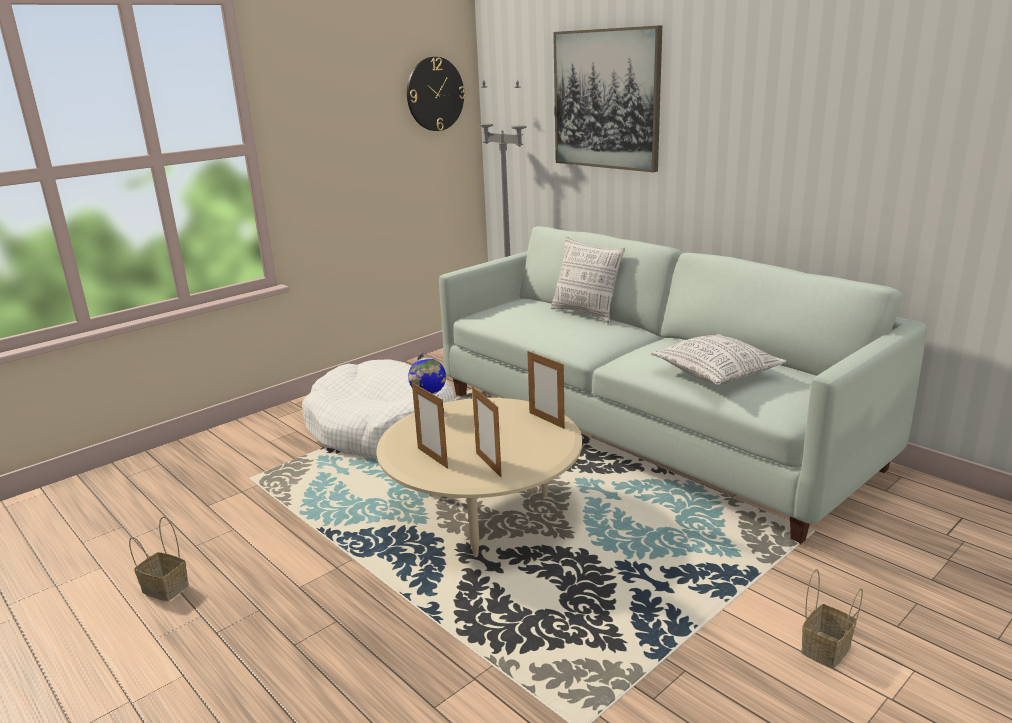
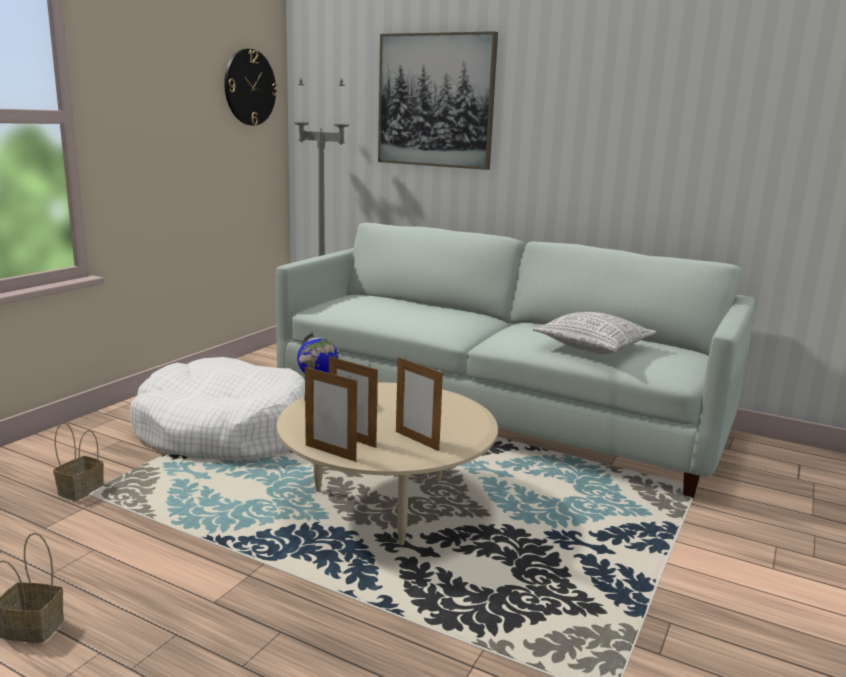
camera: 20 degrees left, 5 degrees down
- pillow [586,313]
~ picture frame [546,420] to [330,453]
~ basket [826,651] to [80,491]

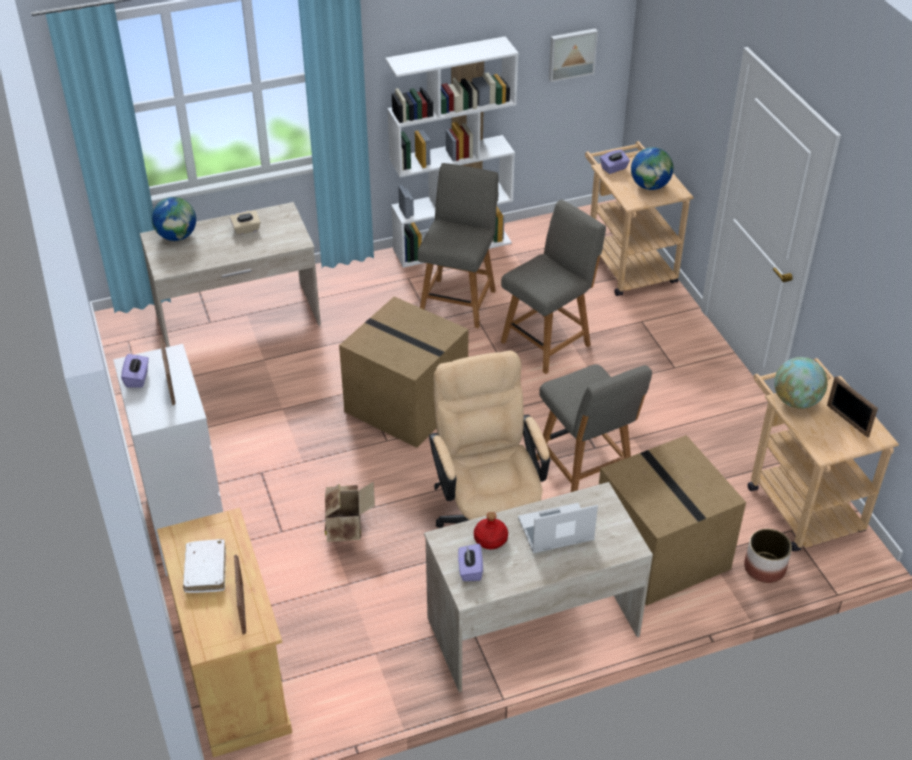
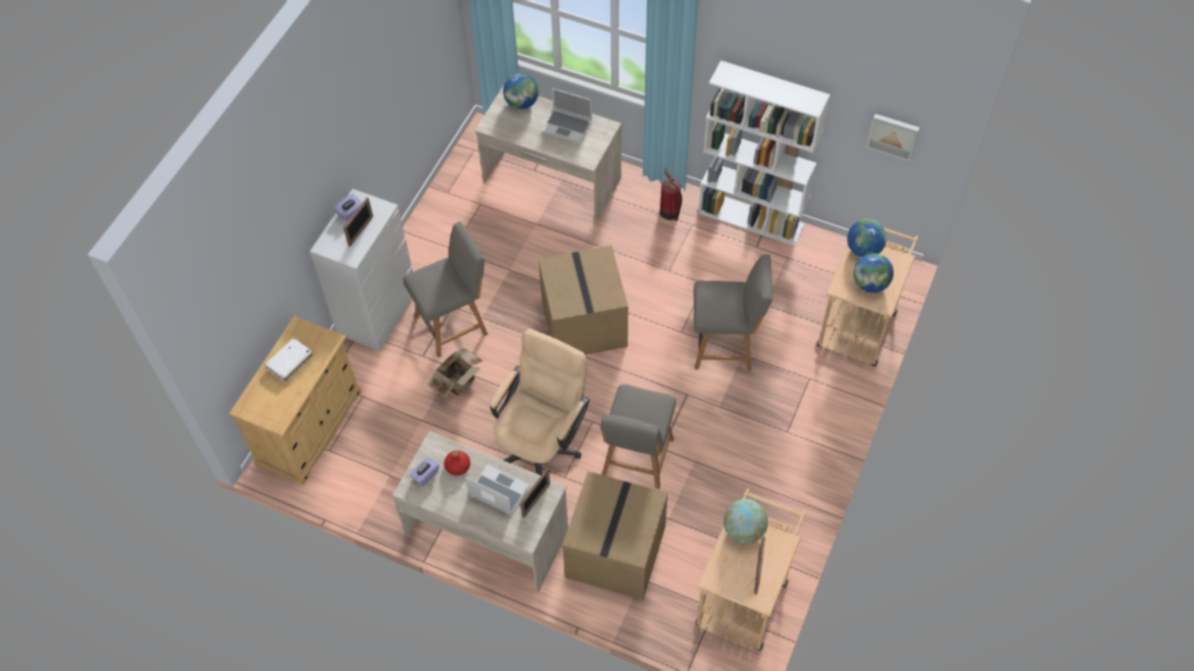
camera: 45 degrees right, 15 degrees up
- planter [764,568]
+ fire extinguisher [670,213]
~ picture frame [242,608] to [536,500]
~ grey chair [458,301] to [454,324]
~ beige tissue box [246,229] to laptop [568,127]
~ purple tissue box [614,168] to globe [863,249]

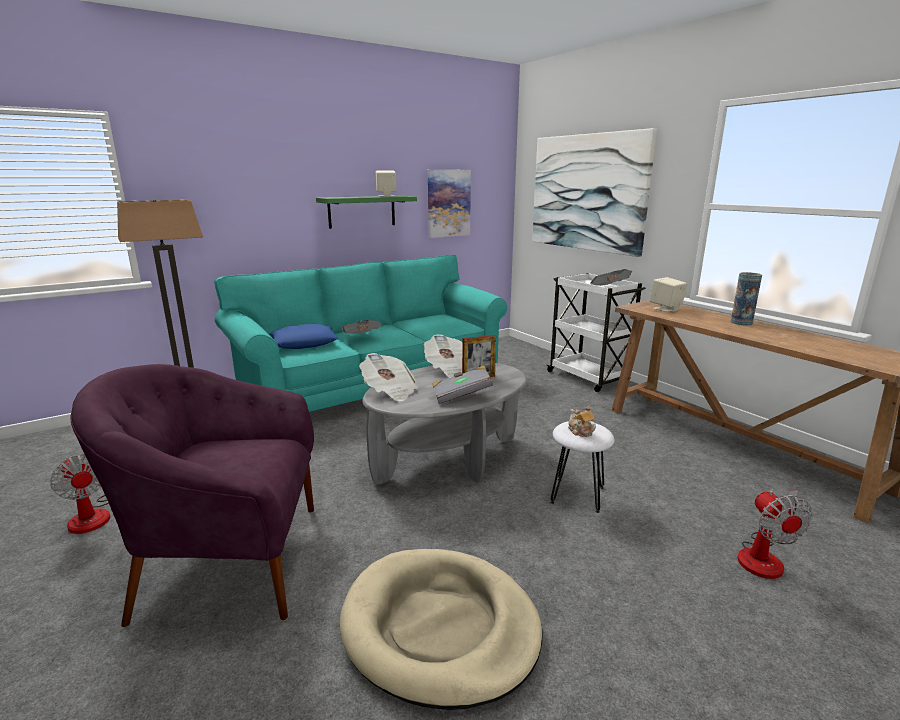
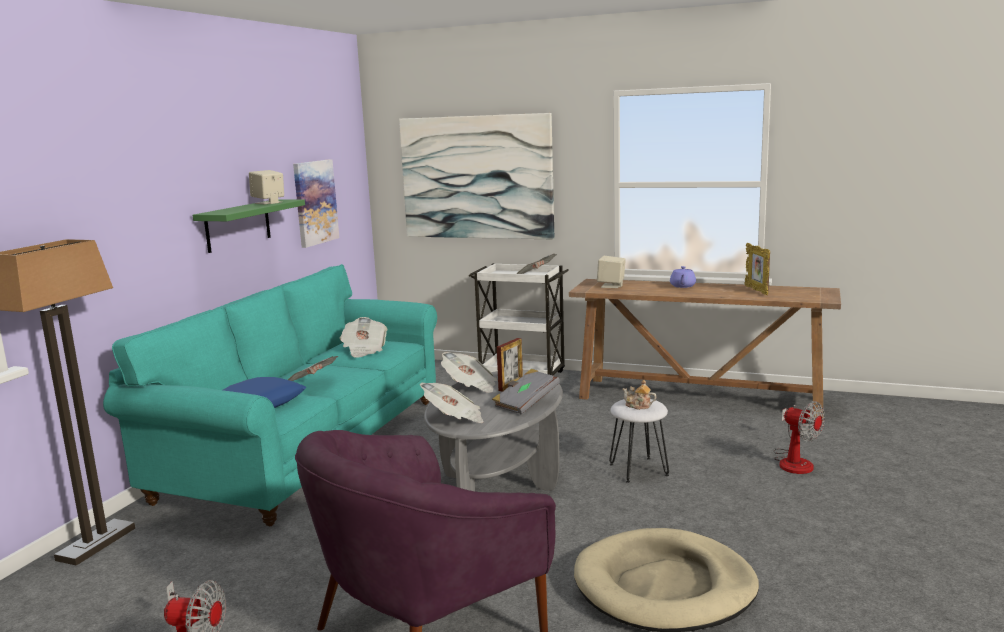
camera: 35 degrees left, 5 degrees down
+ newspaper [364,350]
+ picture frame [756,290]
~ vase [741,322] to purple teapot [682,286]

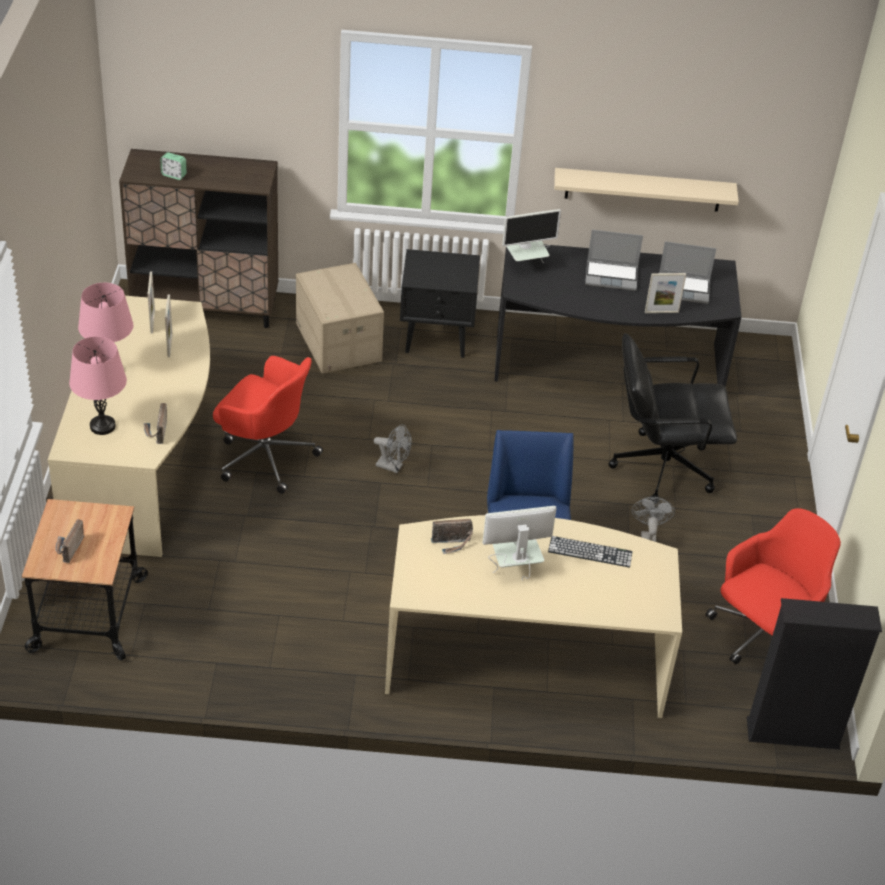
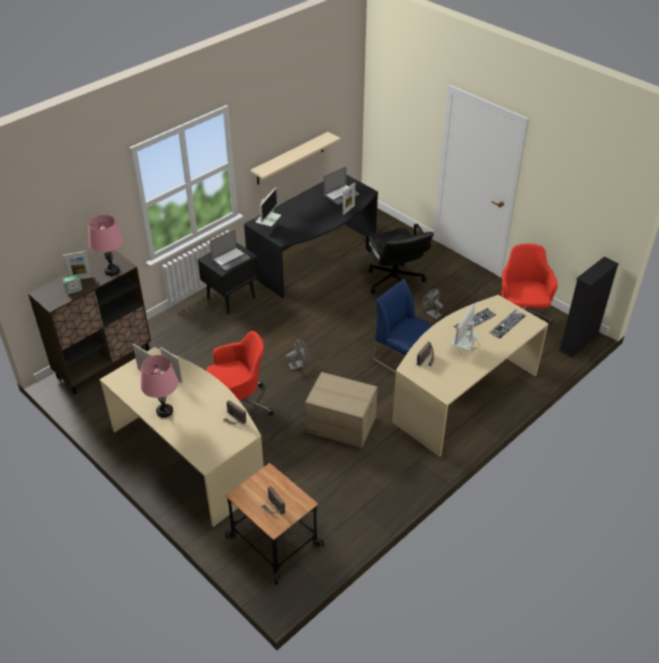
camera: 45 degrees left, 0 degrees up
+ picture frame [81,278]
+ keyboard [507,324]
~ pink table lamp [102,426] to [112,270]
~ cardboard box [337,342] to [340,425]
~ laptop [612,276] to [231,259]
~ black office chair [661,467] = [394,283] 60 degrees counterclockwise

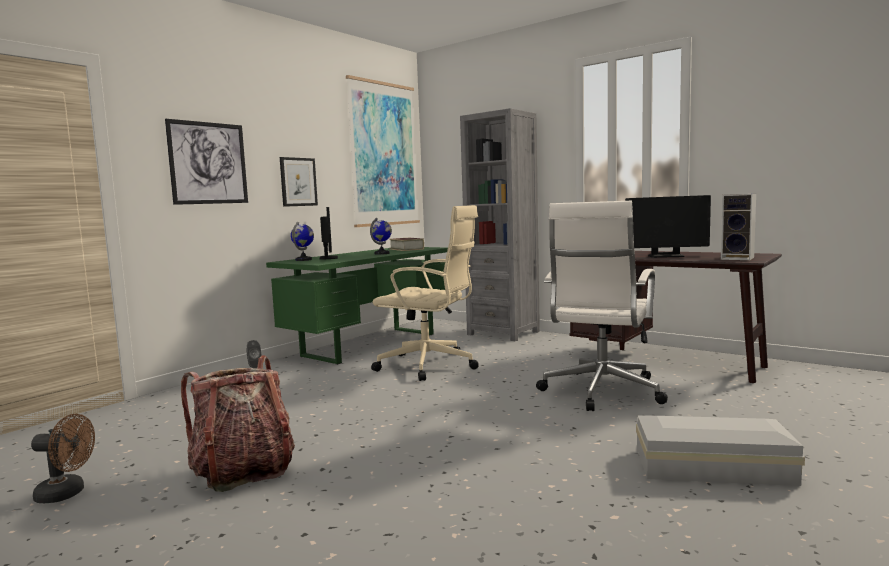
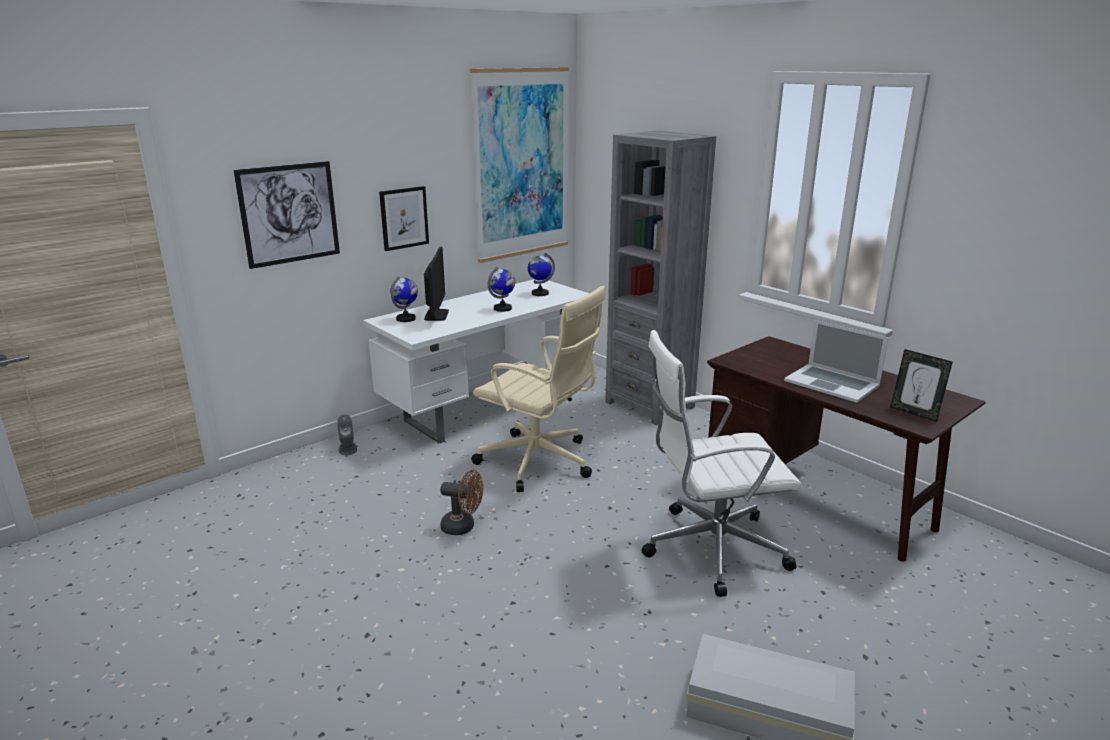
camera: 10 degrees right, 15 degrees up
- backpack [243,471]
~ brown fan [67,494] to [463,527]
~ book [406,249] to globe [539,293]
~ monitor [666,256] to laptop [832,383]
~ speaker [739,258] to picture frame [914,413]
~ green desk [370,344] to white desk [488,407]
~ white office chair [600,392] = [710,548] 45 degrees clockwise

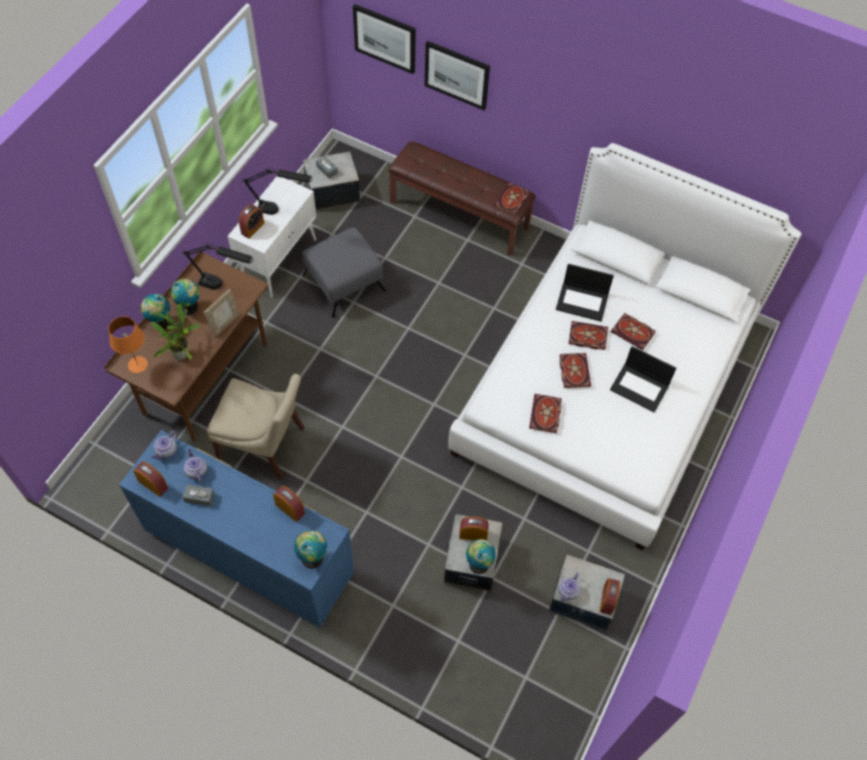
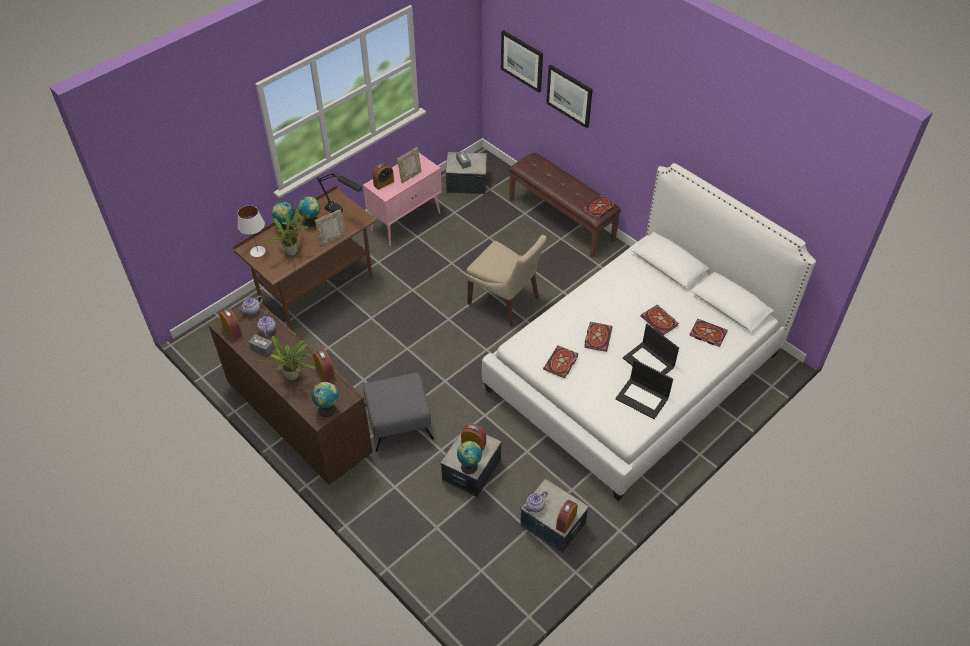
camera: 20 degrees right, 10 degrees down
+ potted plant [293,377]
~ beige chair [264,445] to [505,302]
~ grey ottoman [344,282] to [399,421]
~ laptop [582,302] to [643,398]
~ book [586,337] to [707,334]
~ black table lamp [281,211] to picture frame [410,176]
~ orange table lamp [137,364] to white table lamp [257,251]
~ blue dresser [249,553] to brown dresser [299,419]
~ white cabinet [279,260] to pink cabinet [406,222]

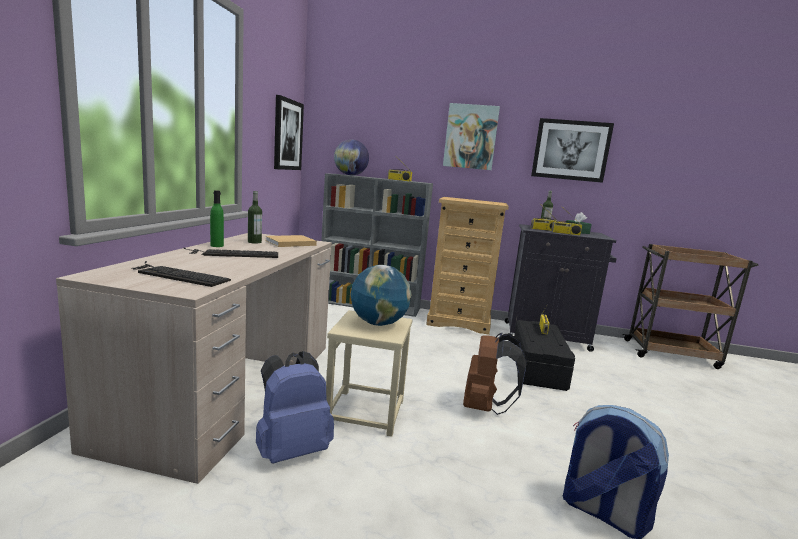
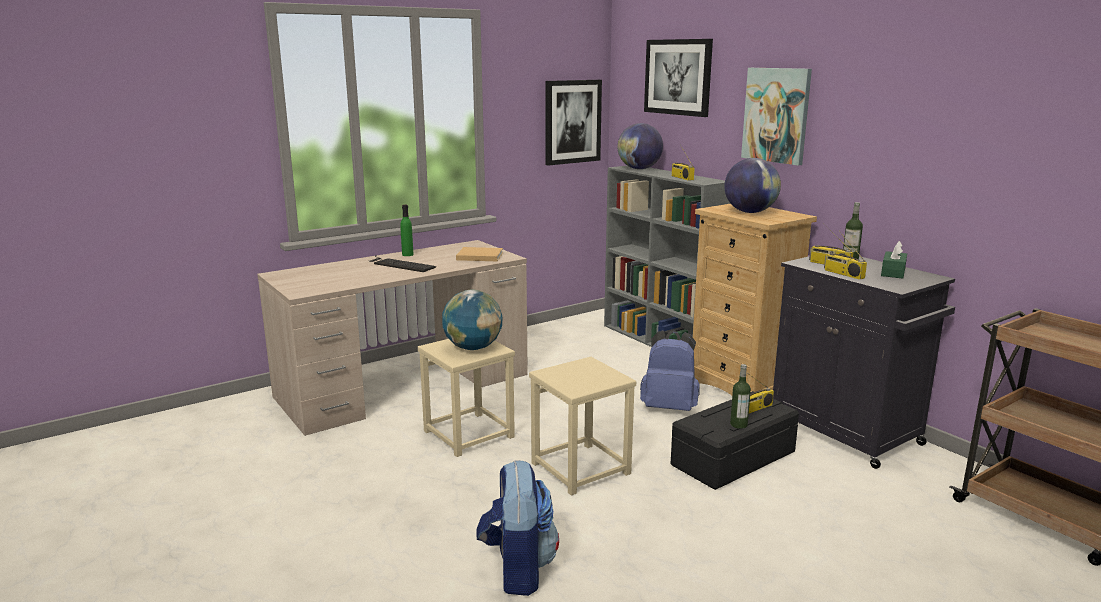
camera: 45 degrees right, 5 degrees up
- keyboard [176,275]
+ globe [750,212]
~ bottle [254,242] to [738,424]
~ blue backpack [291,450] to [669,407]
~ picture [570,150] to [678,77]
~ brown backpack [485,407] to beige stool [581,469]

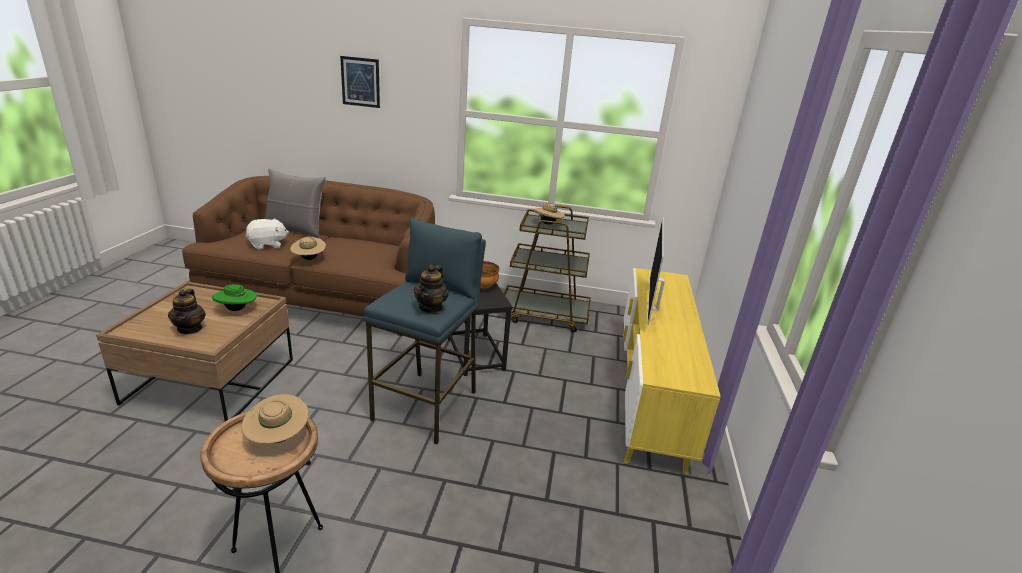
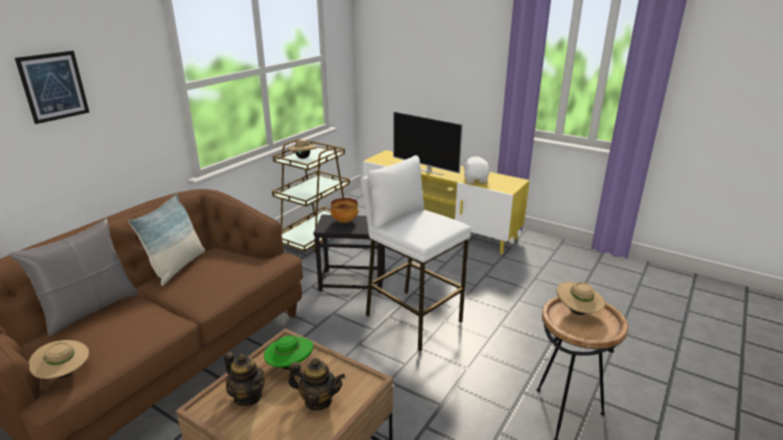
camera: 65 degrees left, 0 degrees up
+ pillow [177,267]
~ white plush toy [267,245] to [475,180]
~ beige hat [309,259] to [65,374]
~ teapot [431,308] to [248,396]
~ blue stool [427,405] to white stool [413,318]

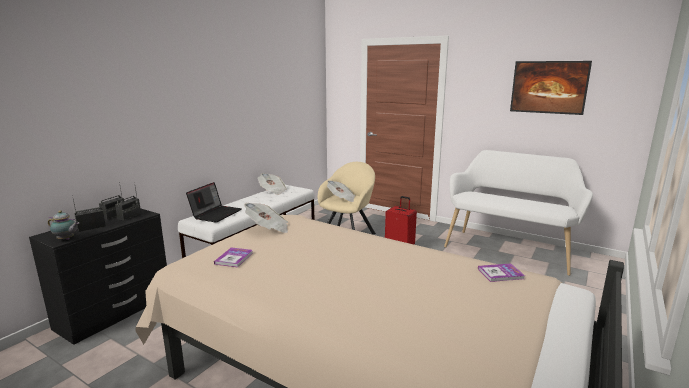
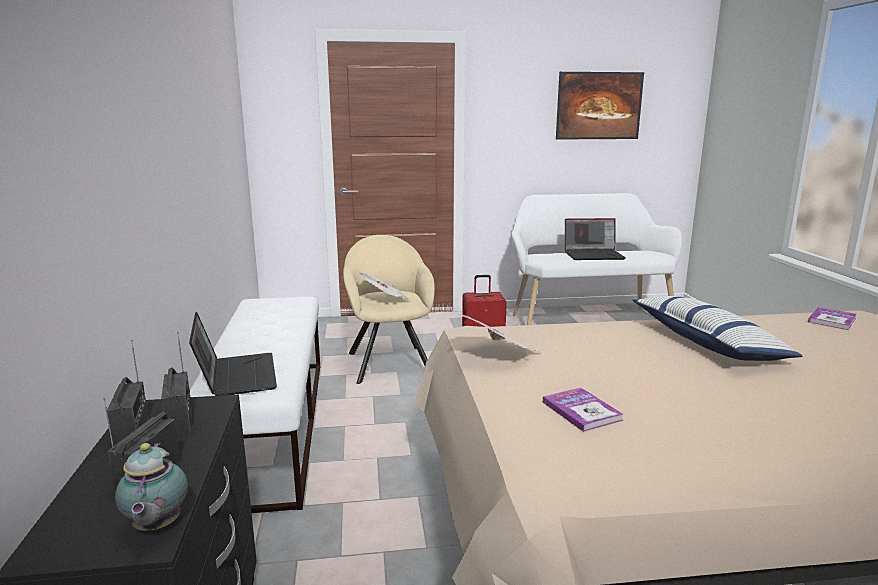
camera: 40 degrees left, 0 degrees up
- newspaper [272,191]
+ laptop [594,255]
+ pillow [707,343]
~ teapot [66,239] = [156,527] 105 degrees clockwise

